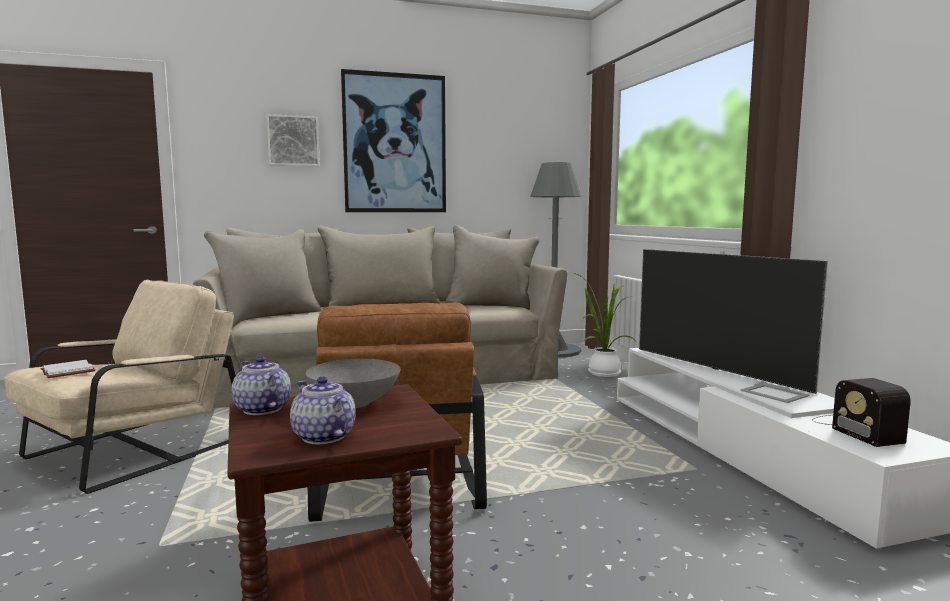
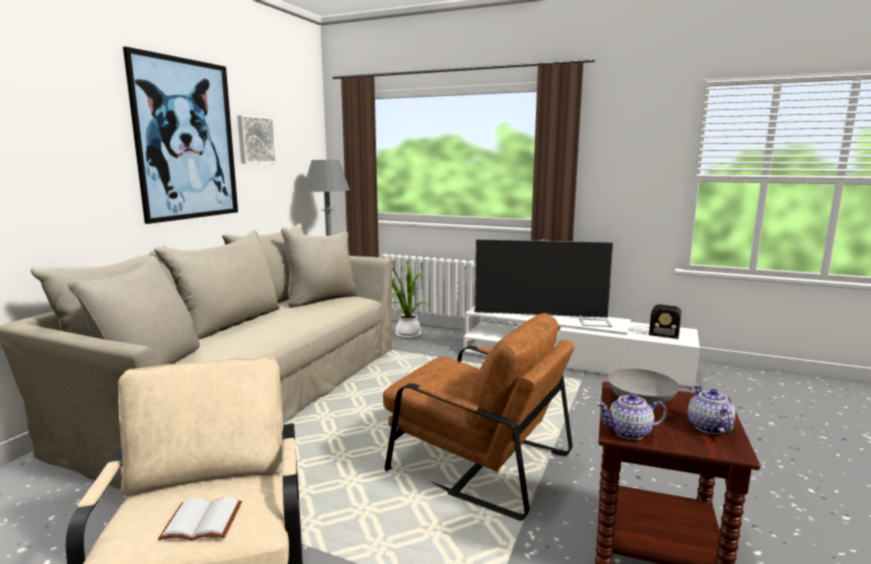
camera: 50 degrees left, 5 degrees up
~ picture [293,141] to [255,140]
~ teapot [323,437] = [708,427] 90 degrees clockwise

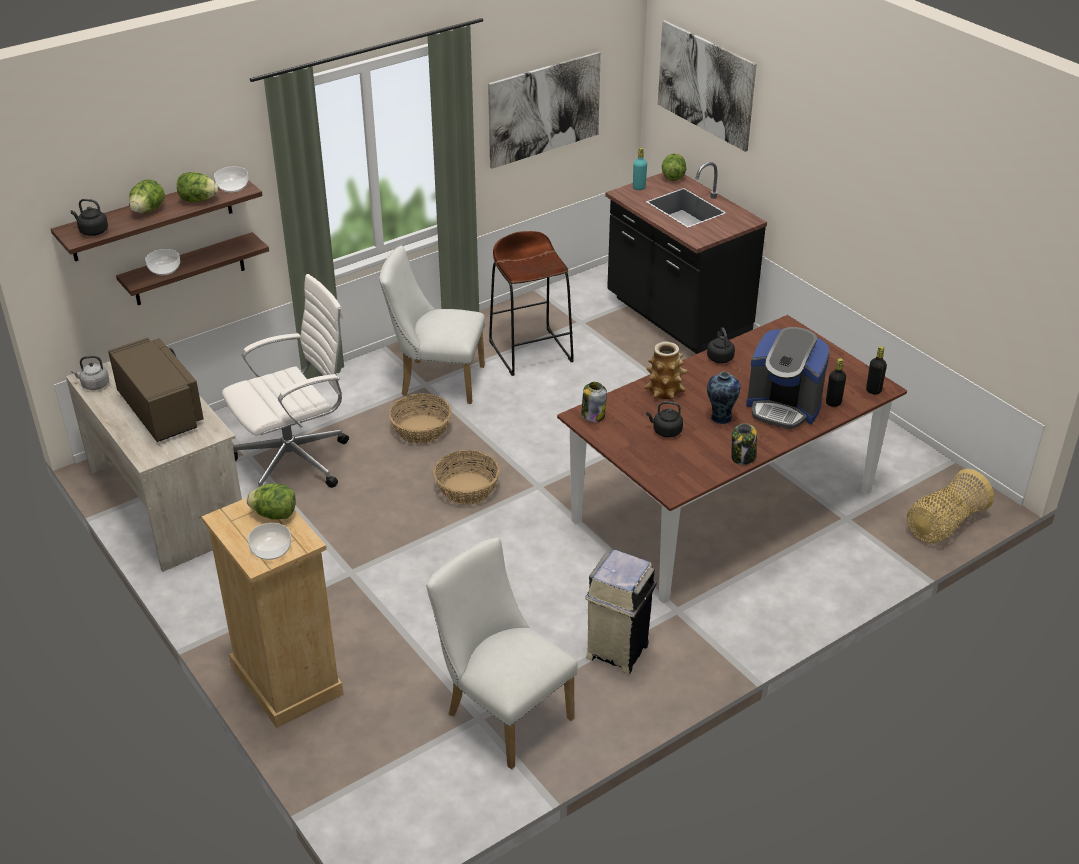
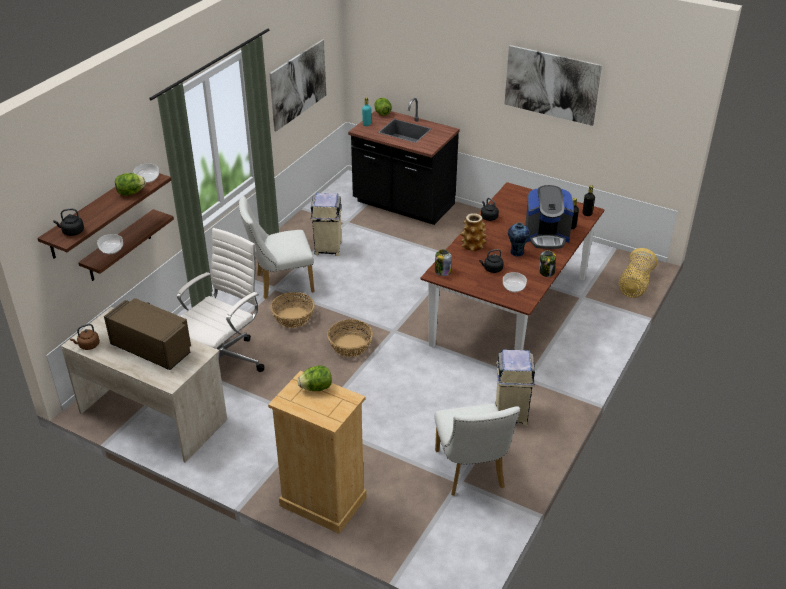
camera: 25 degrees left, 0 degrees up
- lettuce [148,210]
~ bowl [271,550] to [514,287]
~ picture [705,84] to [551,84]
~ brown stool [531,351] to beige trash can [328,248]
~ grey kettle [94,385] to brown kettle [88,345]
~ white chair [503,713] = [471,473] 120 degrees counterclockwise

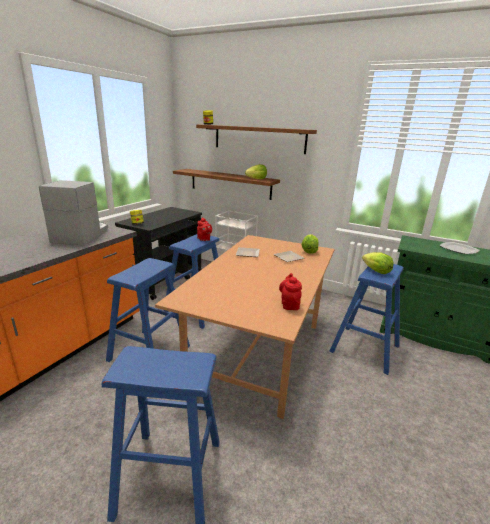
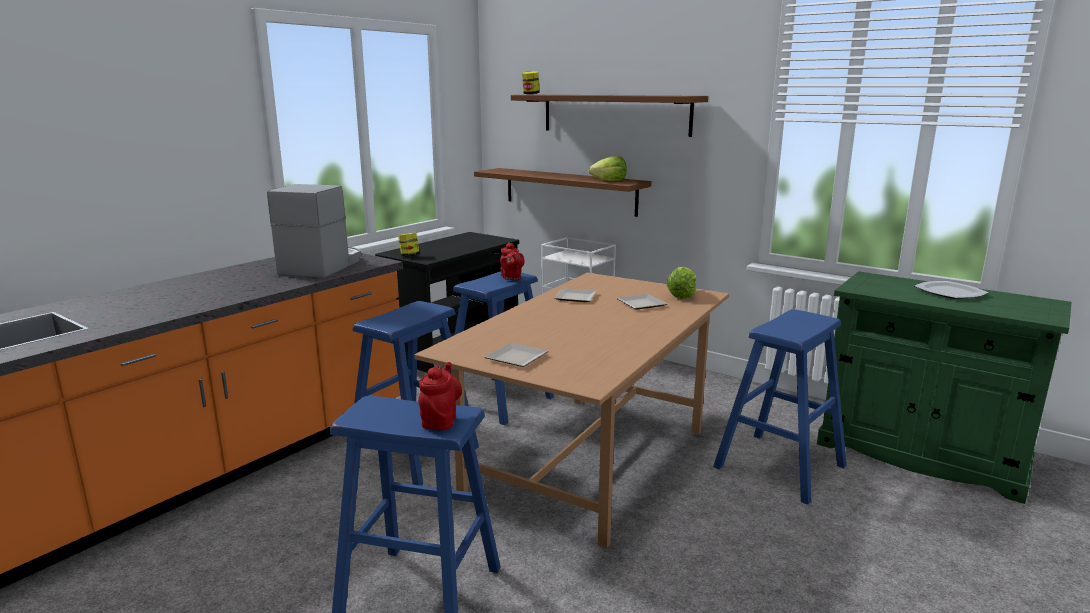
camera: 10 degrees right, 5 degrees down
- lettuce [376,271]
+ plate [514,358]
~ red teapot [289,304] to [440,420]

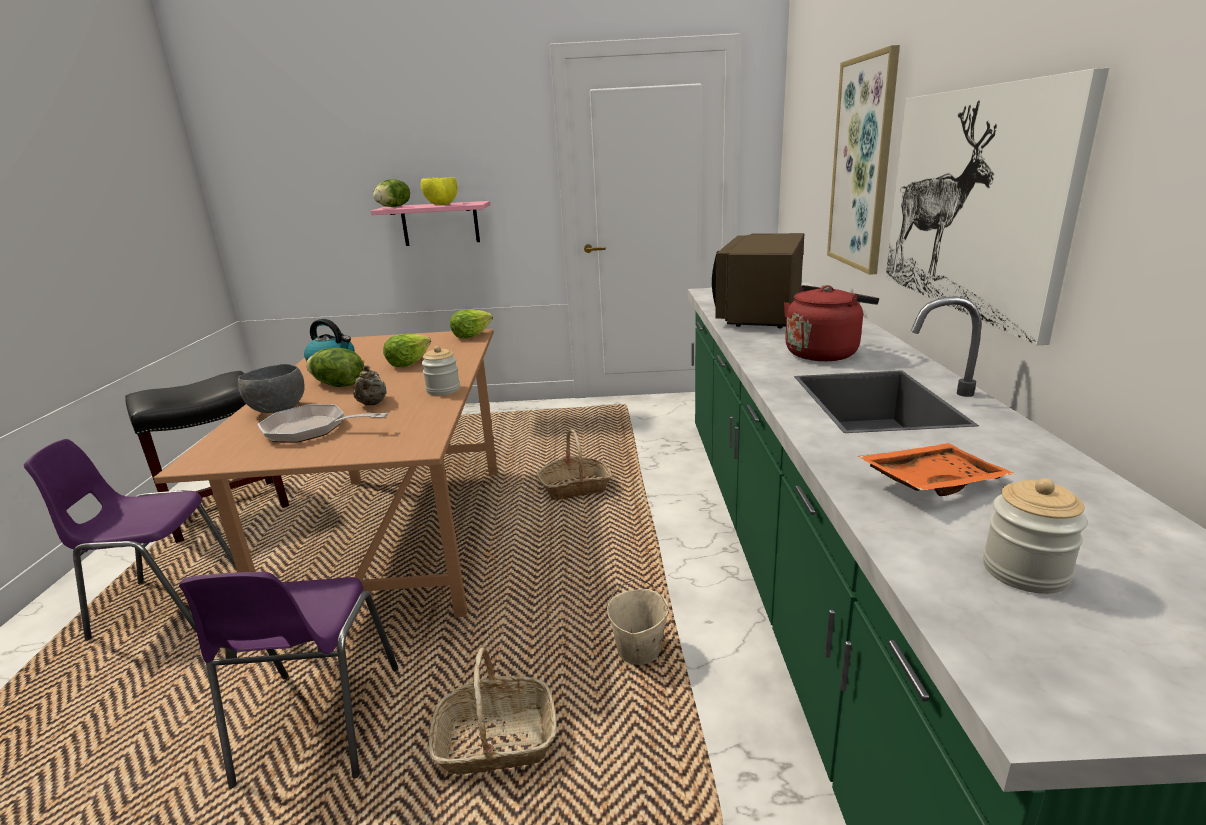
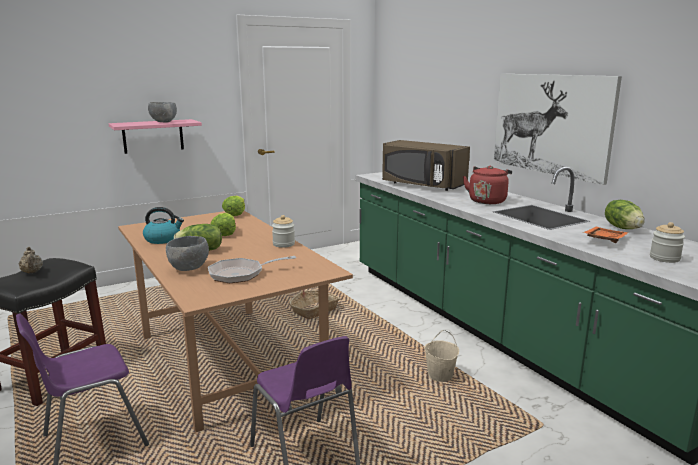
camera: 30 degrees left, 5 degrees down
- basket [495,742]
- picture [862,165]
~ beige teapot [372,404] to [32,272]
~ lettuce [394,207] to [623,228]
~ yellow bowl [441,204] to grey bowl [163,122]
~ brown microwave [759,313] = [422,185] 45 degrees counterclockwise

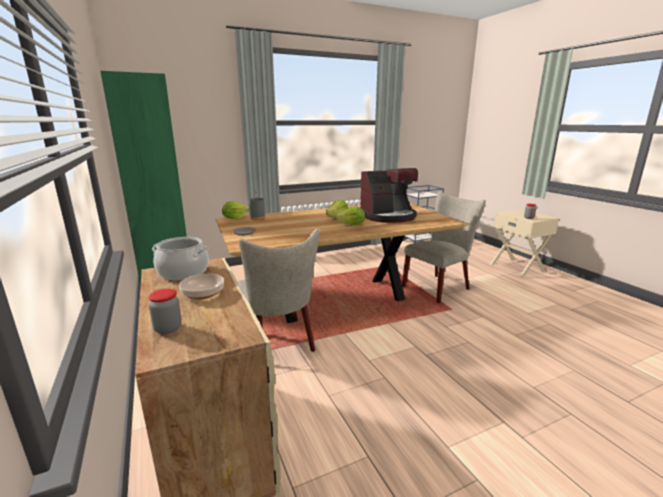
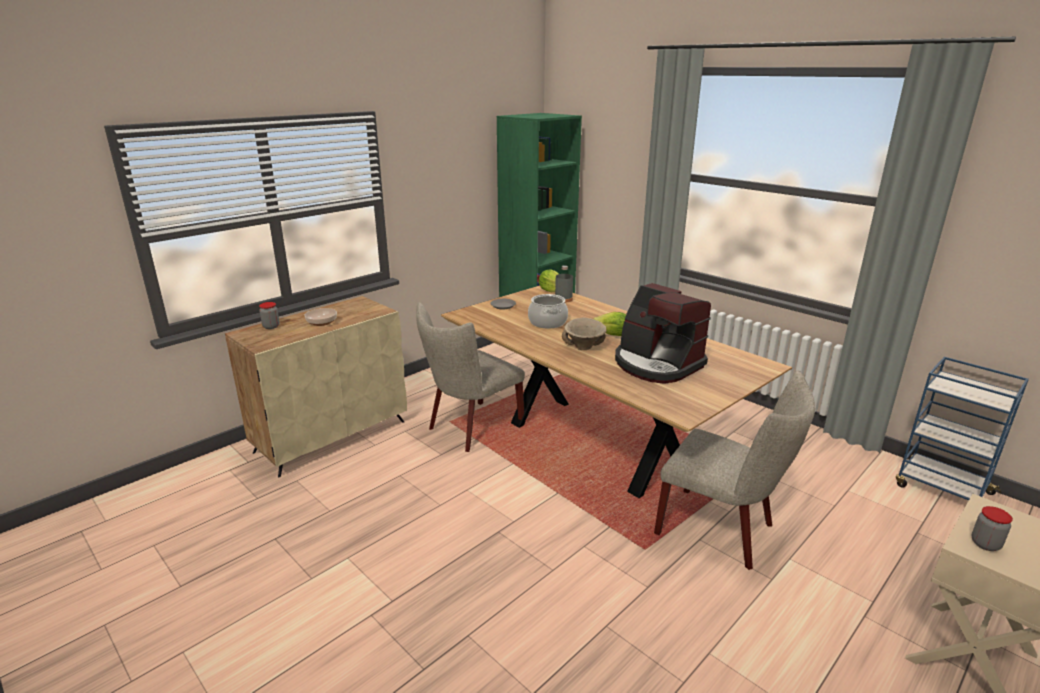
camera: 70 degrees right, 5 degrees up
~ cooking pot [183,272] to [547,322]
~ lettuce [351,225] to beige bowl [584,348]

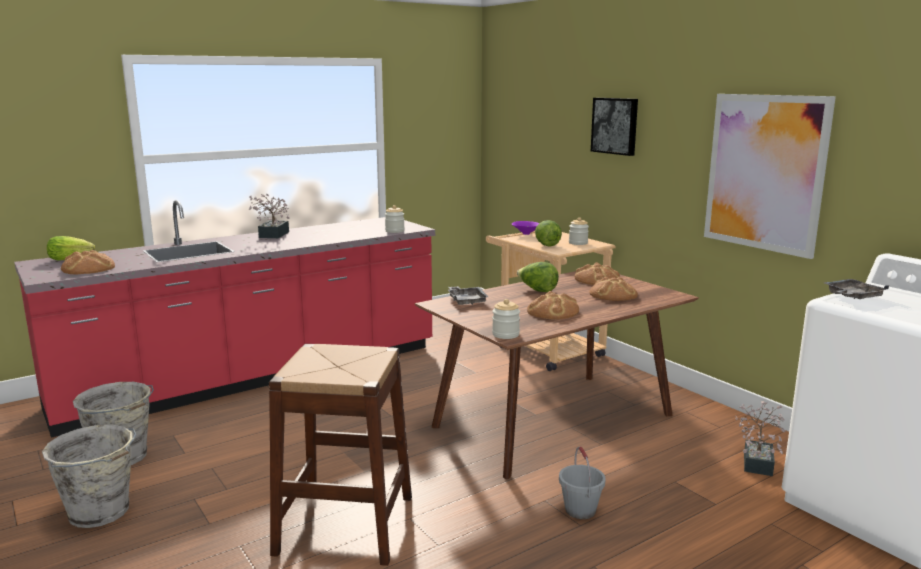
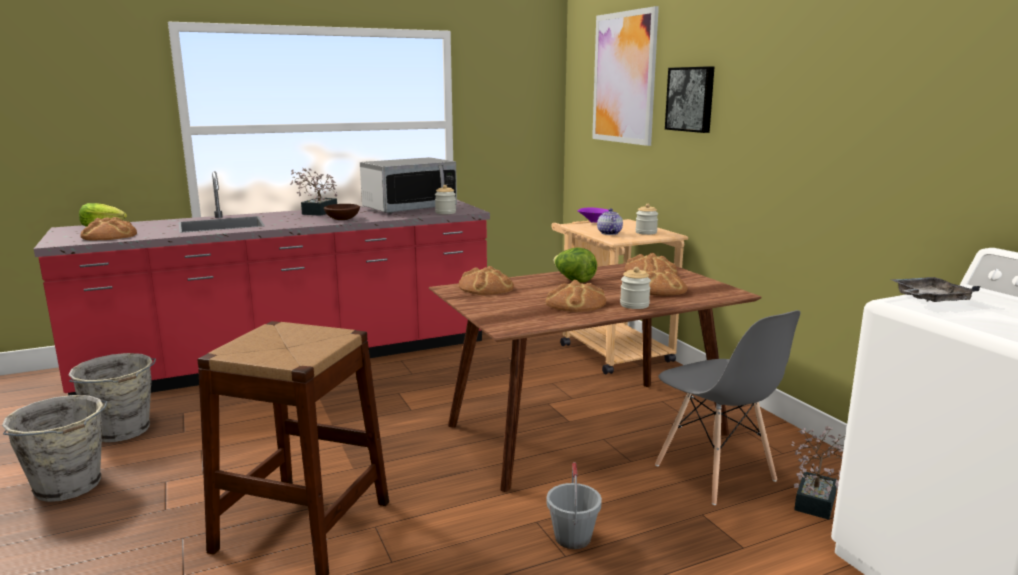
camera: 10 degrees right, 0 degrees up
+ brown bowl [342,219]
+ microwave [409,208]
+ grey chair [715,473]
~ jar [505,334] to [634,305]
~ picture [765,172] to [624,78]
~ grey tray [466,301] to bread [486,287]
~ lettuce [546,245] to teapot [608,233]

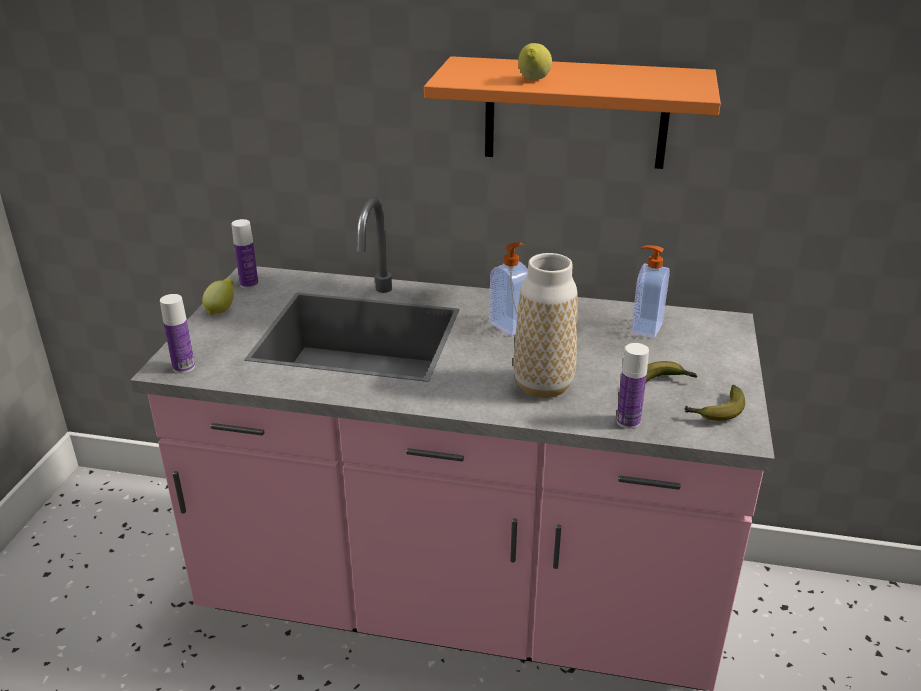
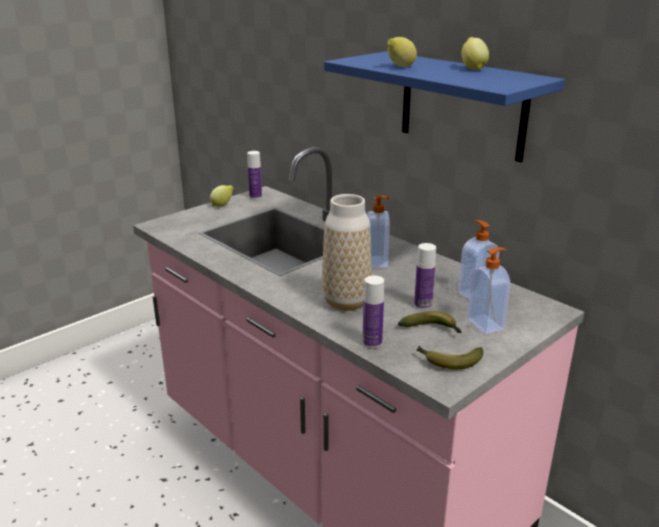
camera: 35 degrees right, 5 degrees down
+ lemon [473,68]
+ soap dispenser [486,324]
~ bottle [184,367] to [423,305]
~ orange shelf [576,113] to blue shelf [462,105]

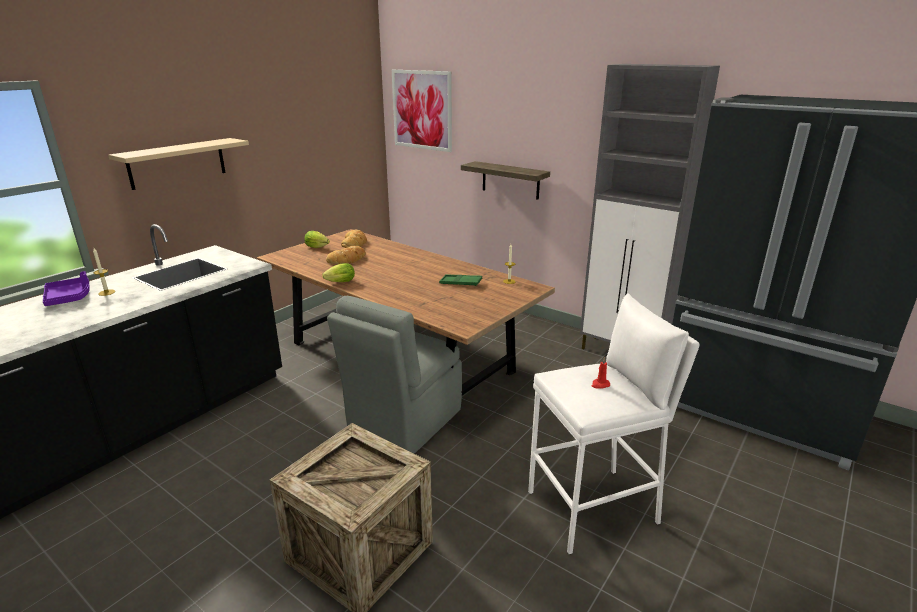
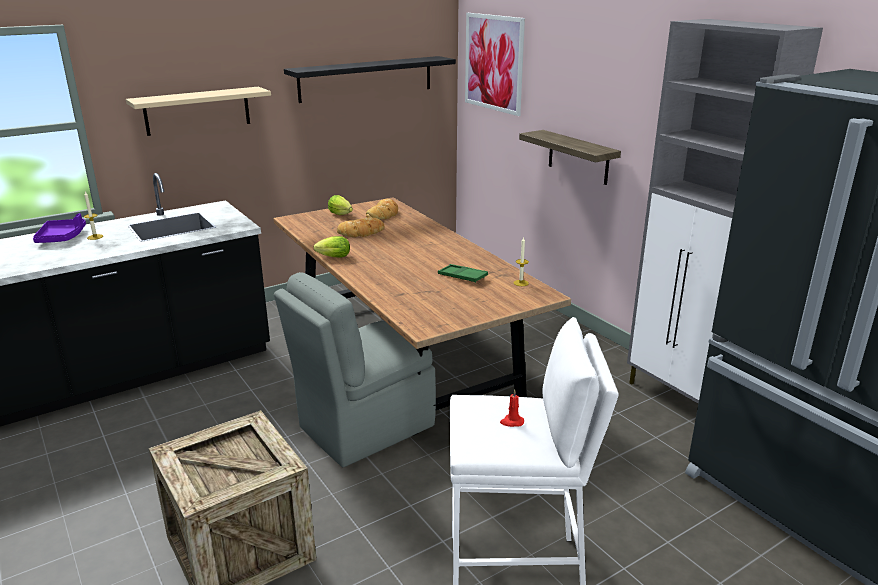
camera: 20 degrees right, 0 degrees up
+ black shelf [366,78]

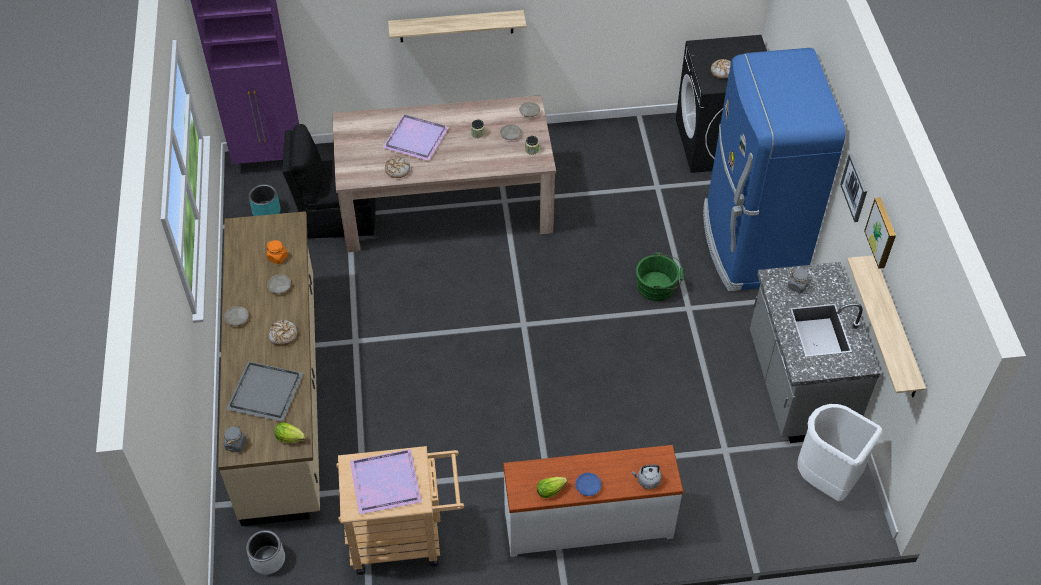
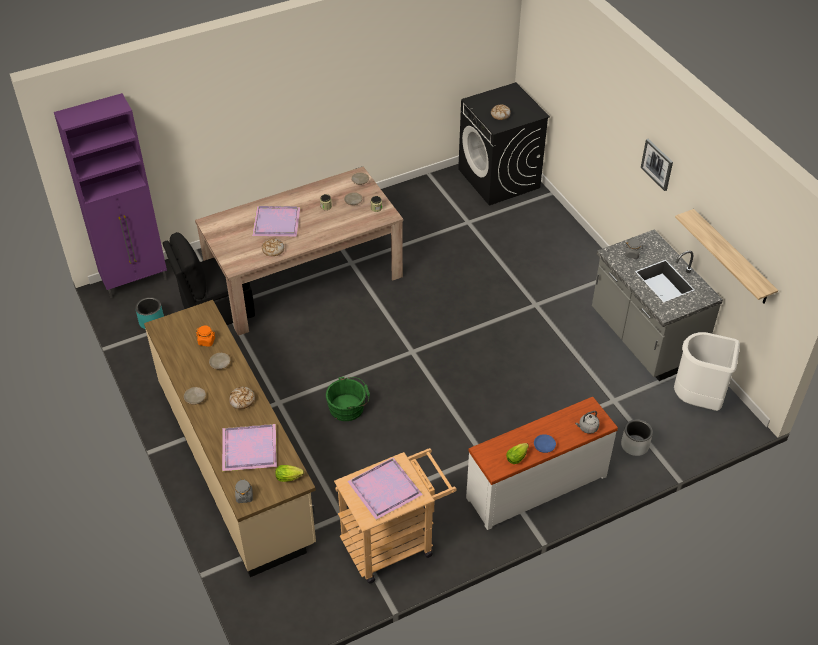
camera: 20 degrees left, 5 degrees down
- shelf [456,26]
- blue fridge [750,245]
- picture [882,232]
~ grey planter [267,559] to [634,445]
~ green bucket [658,286] to [348,407]
~ grey tray [264,393] to purple tray [248,449]

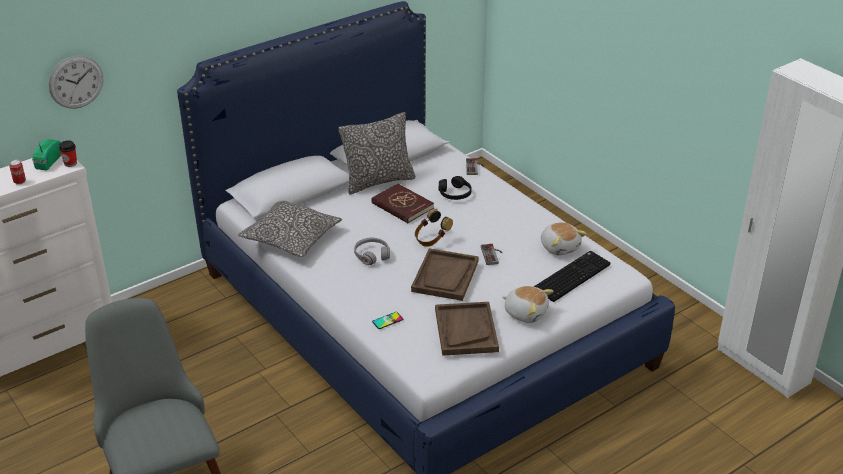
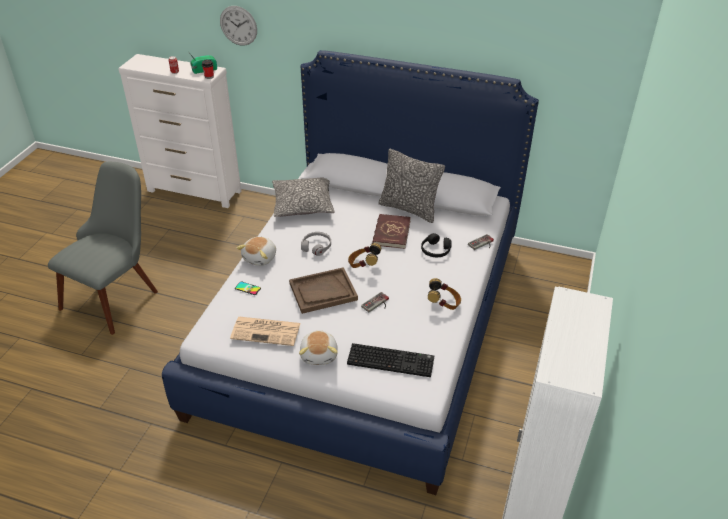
camera: 55 degrees right, 5 degrees up
+ headphones [444,304]
~ plush toy [560,247] to [260,258]
~ brown tray [465,330] to newspaper [267,331]

